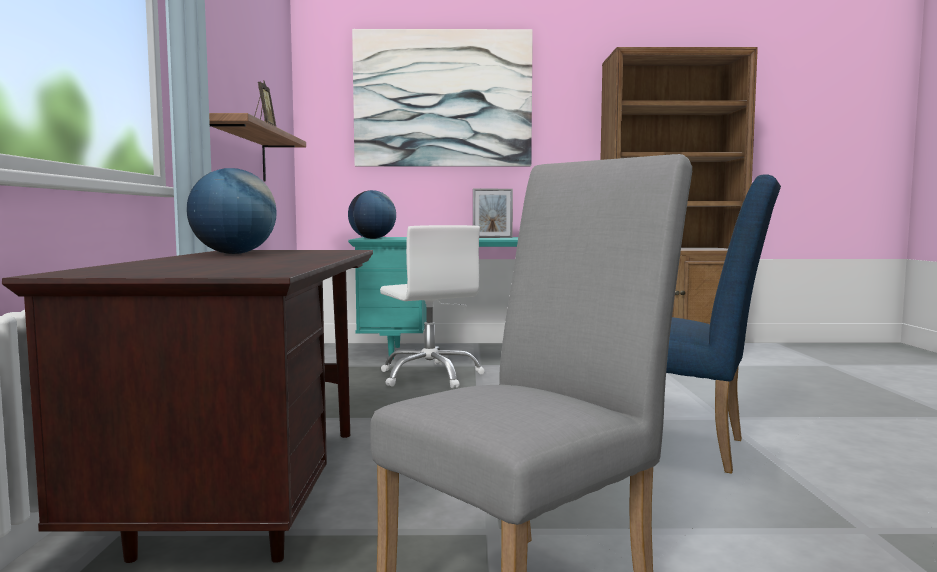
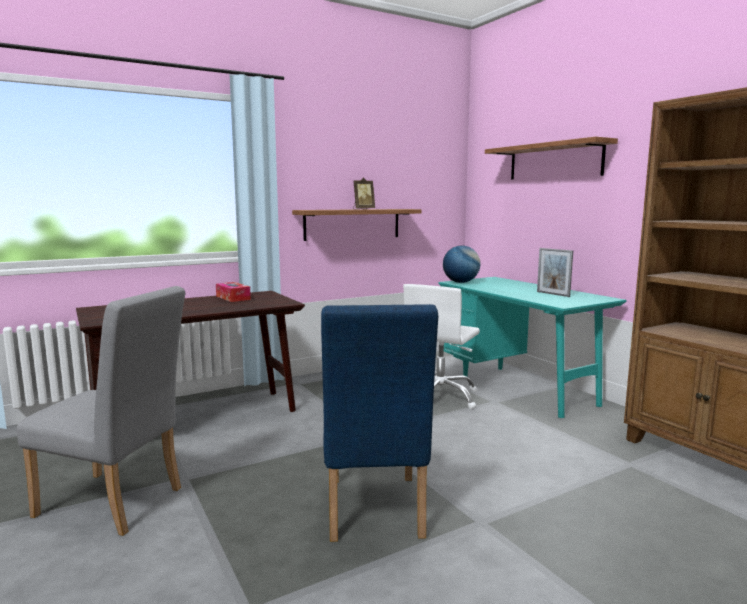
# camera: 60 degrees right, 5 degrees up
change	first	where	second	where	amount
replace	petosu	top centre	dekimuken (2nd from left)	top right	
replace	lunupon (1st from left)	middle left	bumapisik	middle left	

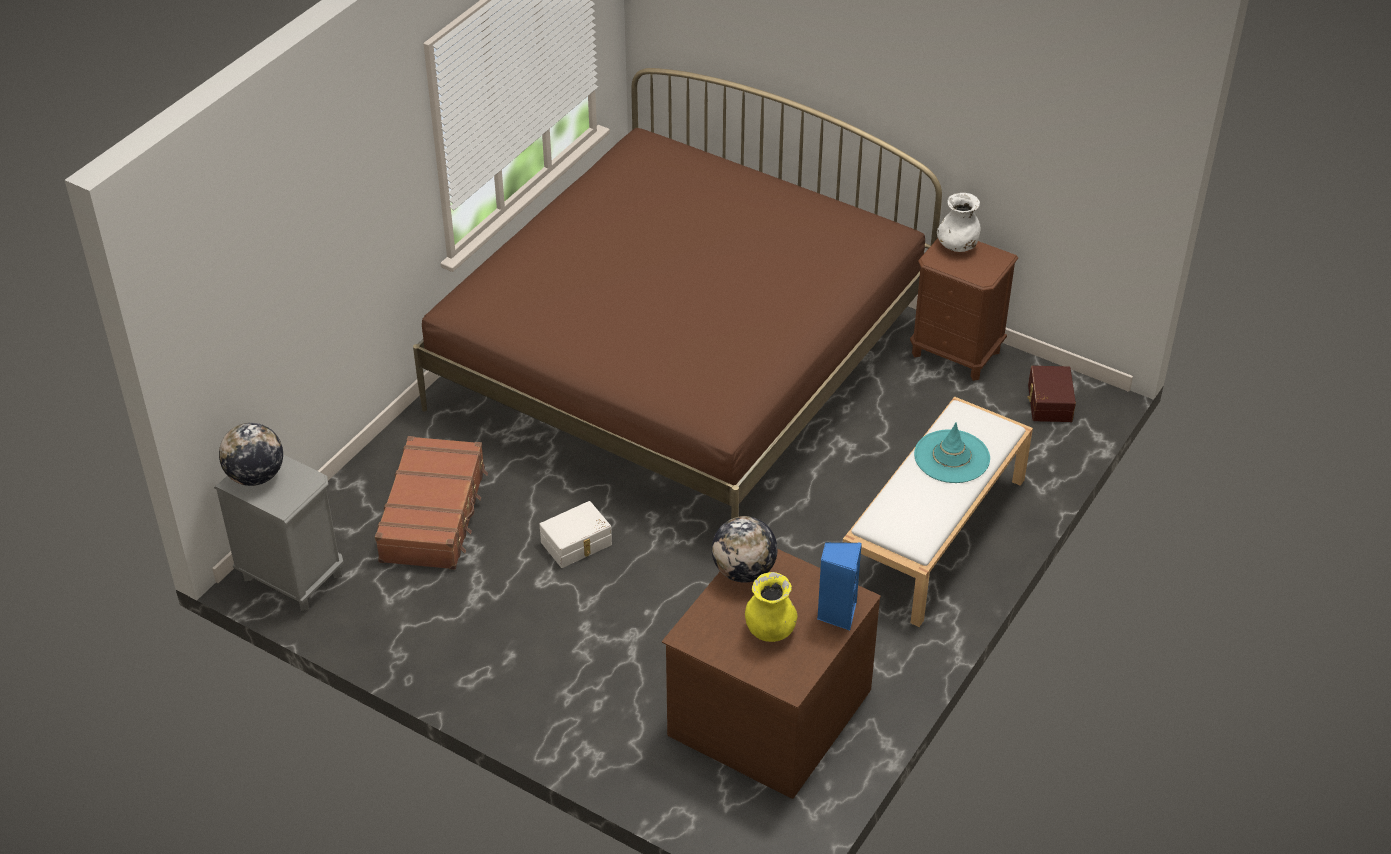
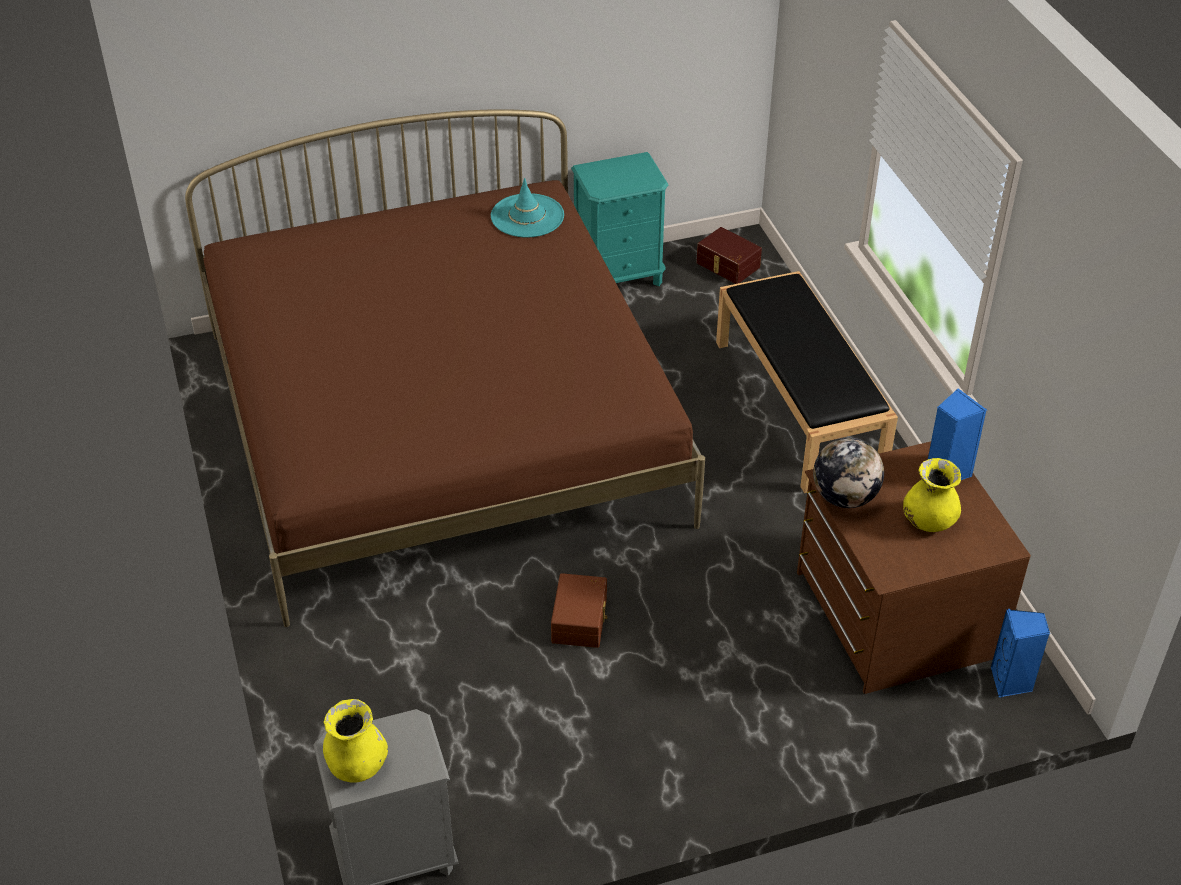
# camera: 50 degrees left, 0 degrees up
change	first	where	second	where	amount
delete	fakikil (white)	top right			
recolor	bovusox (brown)	middle right	bovusox (turquoise)	top centre	
recolor	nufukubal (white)	middle right	nufukubal (black)	middle right	
move	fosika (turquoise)	middle right		top centre	
replace	lunupon (1st from left)	middle left	fakikil (yellow) (1st from left)	bottom left	
delete	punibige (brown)	middle left			
recolor	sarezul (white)	centre	sarezul (brown) (1st from left)	bottom centre	
insert			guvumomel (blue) (2nd from left)	bottom right	

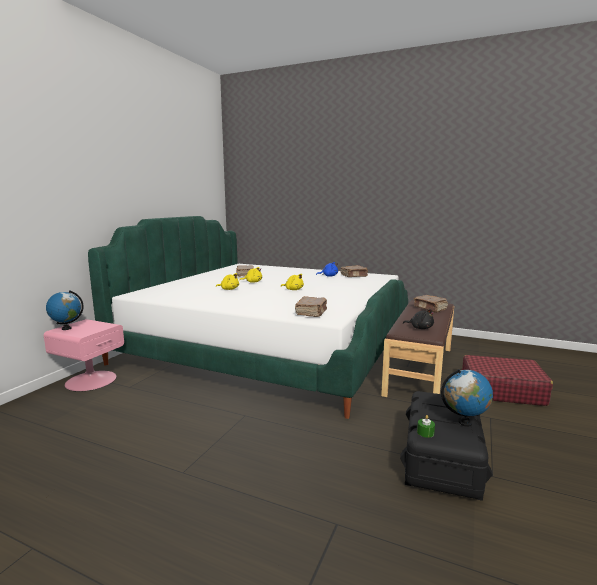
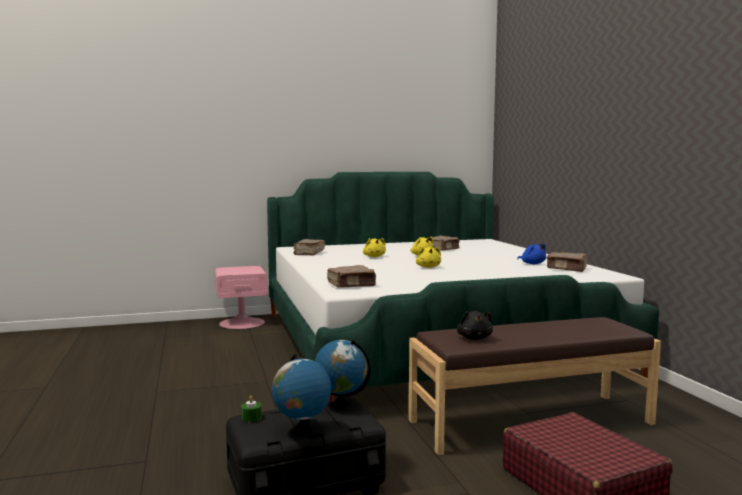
# camera: 50 degrees right, 5 degrees down
change	first	where	second	where	amount
move	lunupon (1st from left in the first image)	middle left	lunupon (2nd from left)	bottom centre	
move	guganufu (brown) (4th from left in the first image)	middle right	guganufu (brown) (1st from left)	centre	

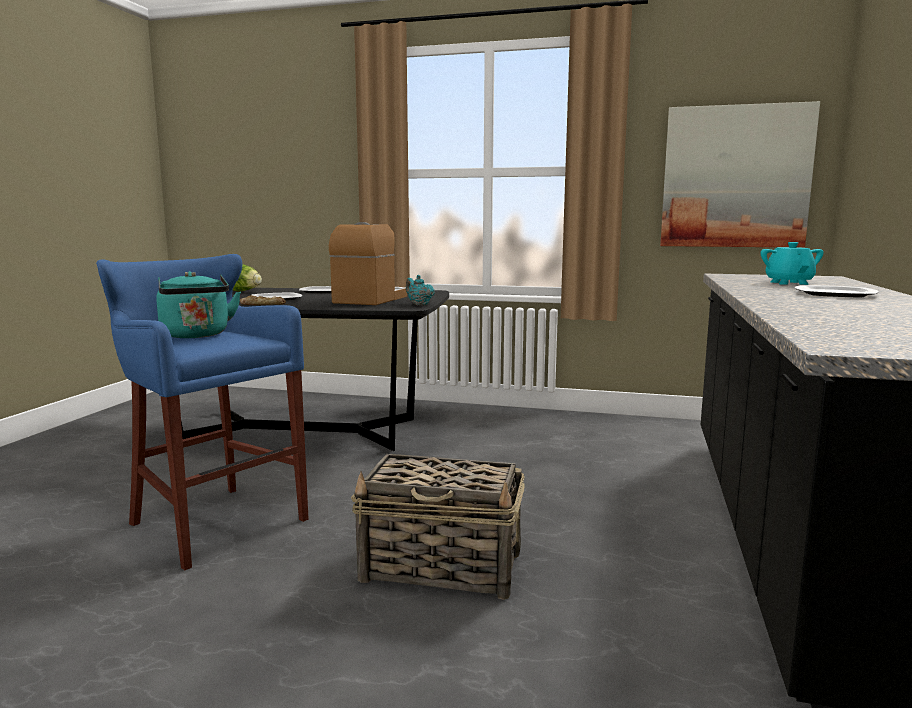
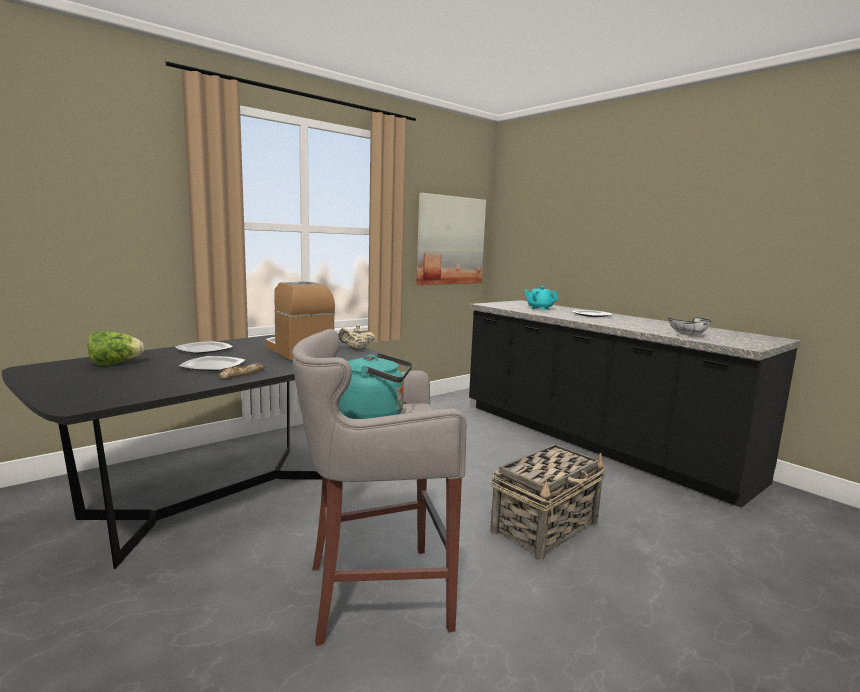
# camera: 55 degrees left, 0 degrees up
change	first	where	second	where	amount
recolor	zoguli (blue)	middle left	zoguli (grey)	bottom centre	
recolor	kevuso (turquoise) (1st from left)	centre	kevuso (beige)	centre	
insert			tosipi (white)	middle right	

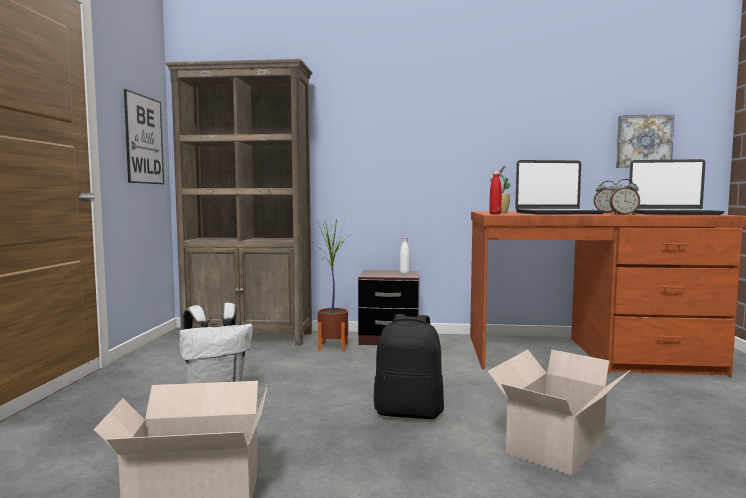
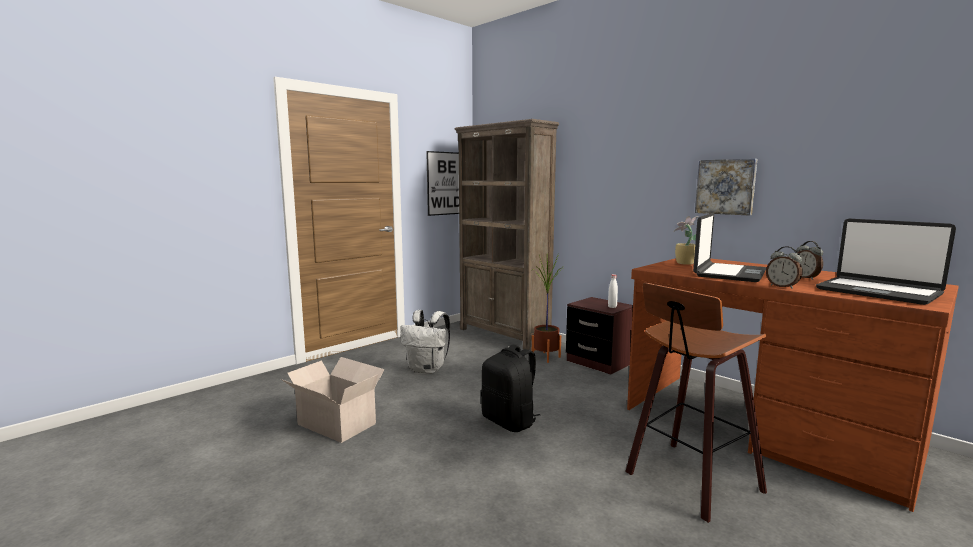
# camera: 40 degrees right, 5 degrees up
change	first	where	second	where	amount
move	petosu (2nd from left)	top right		middle right	
rotate	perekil (1st from left)	middle right		middle right	90 degrees counterclockwise
delete	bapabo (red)	centre			
delete	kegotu (2nd from left)	bottom right			
insert			zoguli	bottom right	

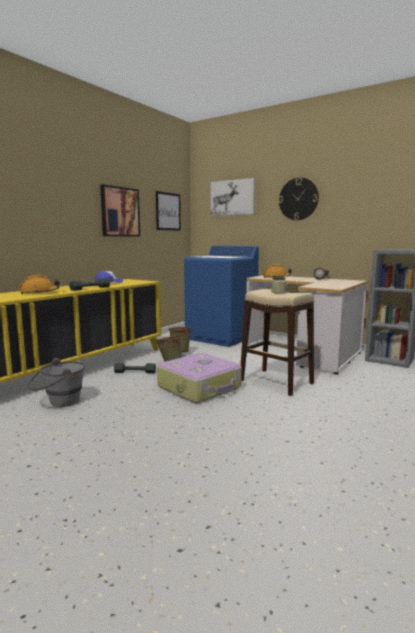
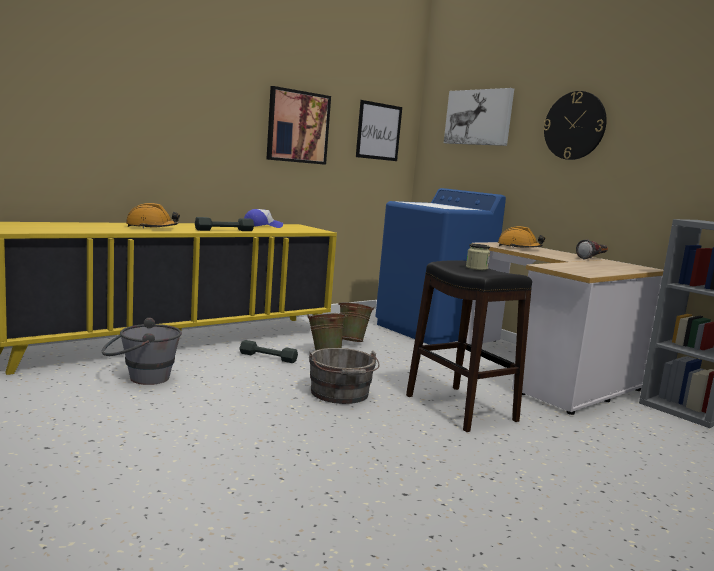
# camera: 15 degrees right, 0 degrees up
change	first	where	second	where	amount
recolor	zoguli (beige)	middle right	zoguli (black)	centre	
replace	punibige	centre	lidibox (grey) (2nd from left)	centre	

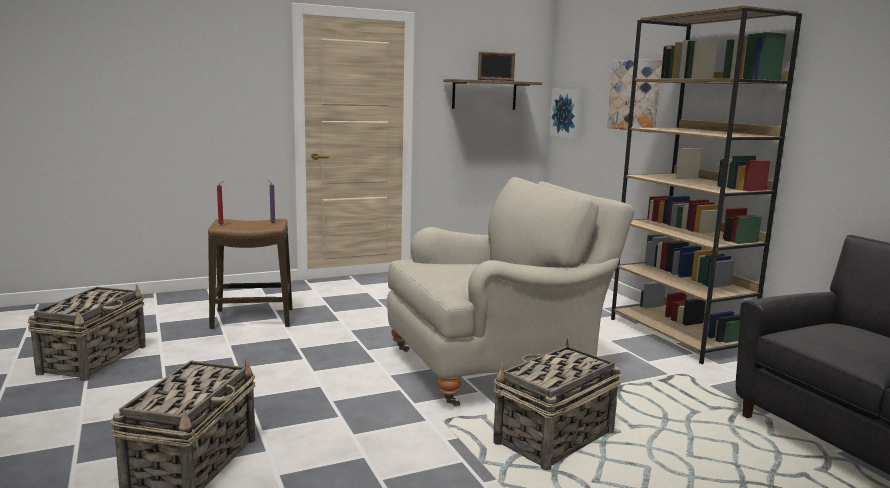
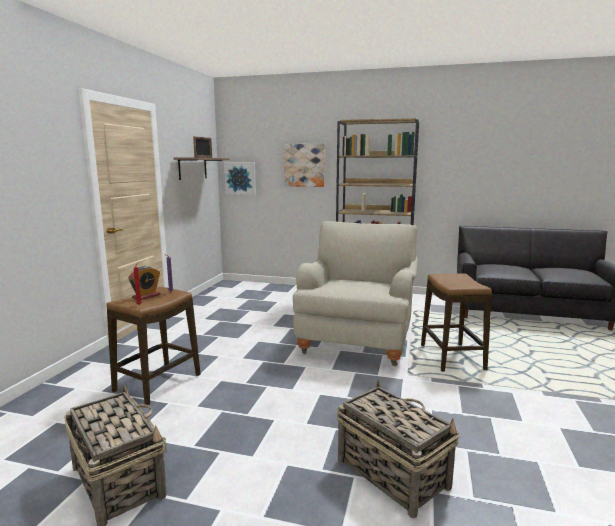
# camera: 50 degrees left, 0 degrees up
change	first	where	second	where	amount
replace	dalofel (3rd from left)	bottom centre	zoguli (2nd from left)	middle right	
insert			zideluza	middle left	

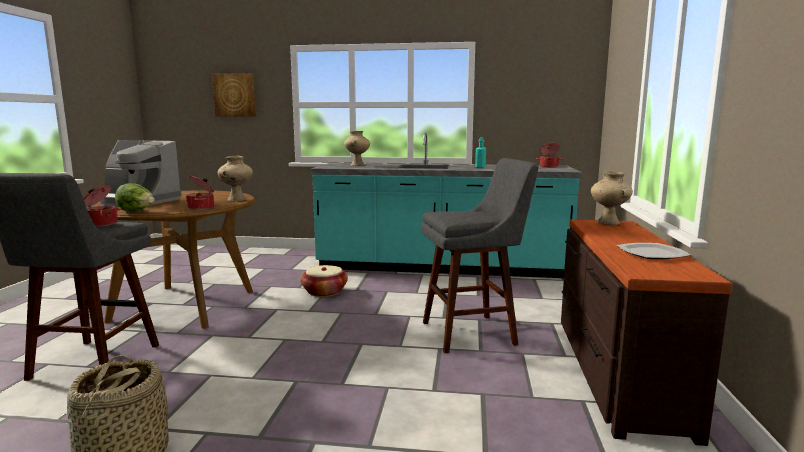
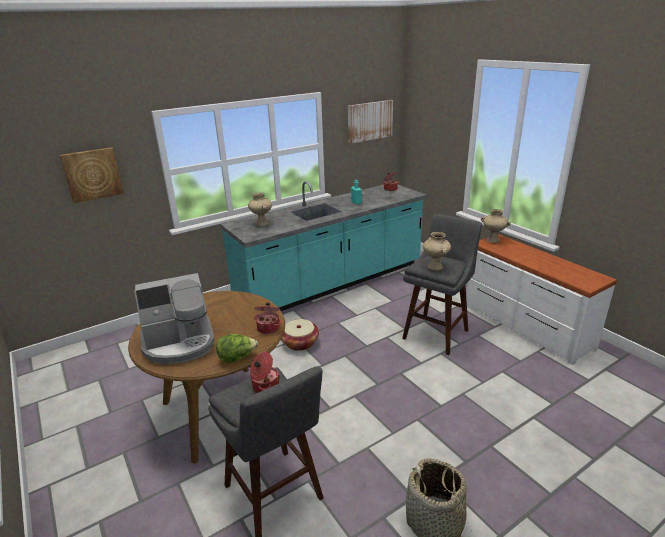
# camera: 40 degrees left, 15 degrees up
change	first	where	second	where	amount
move	fakikil (beige) (1st from left in the first image)	middle left	fakikil (beige) (2nd from left)	centre	
recolor	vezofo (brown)	bottom right	vezofo (white)	middle right	
delete	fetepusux	middle right			
insert			petosu (2nd from left)	top centre	

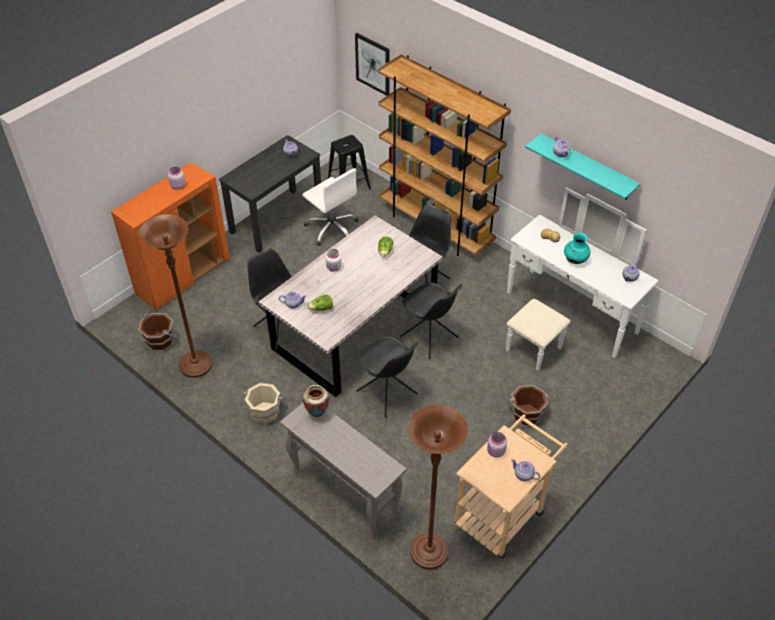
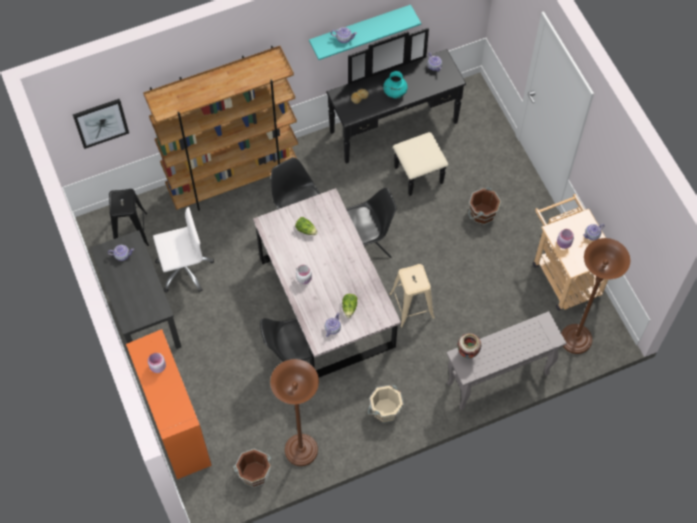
# camera: 65 degrees left, 15 degrees up
change	first	where	second	where	amount
recolor	vezofo (white)	middle right	vezofo (black)	top centre	
replace	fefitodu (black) (2nd from left)	centre	zoguli (beige)	centre	

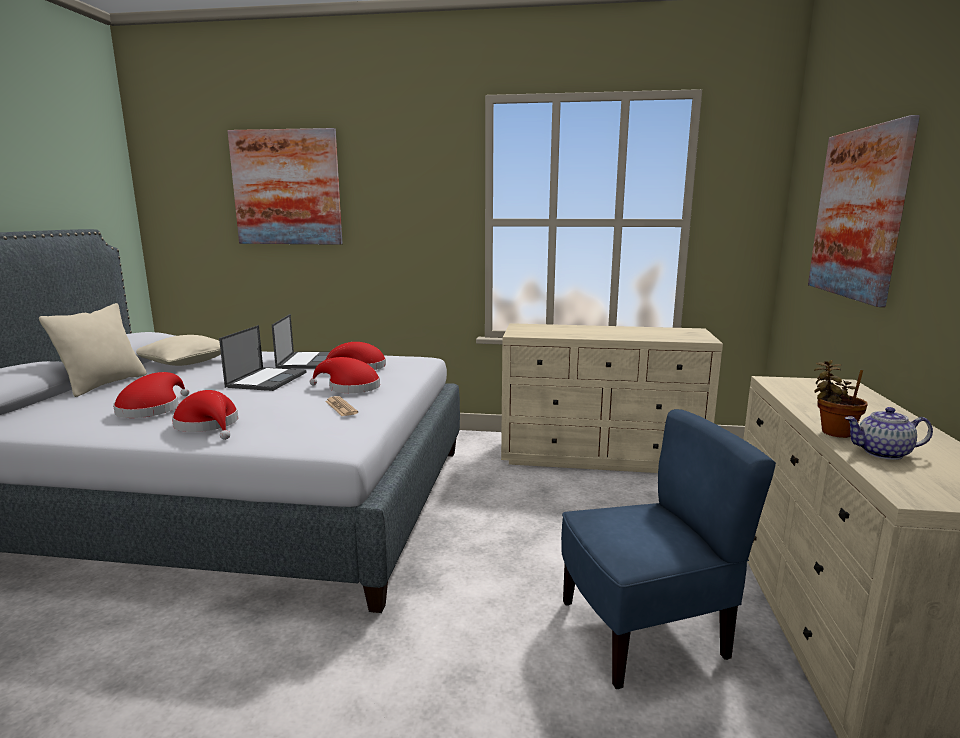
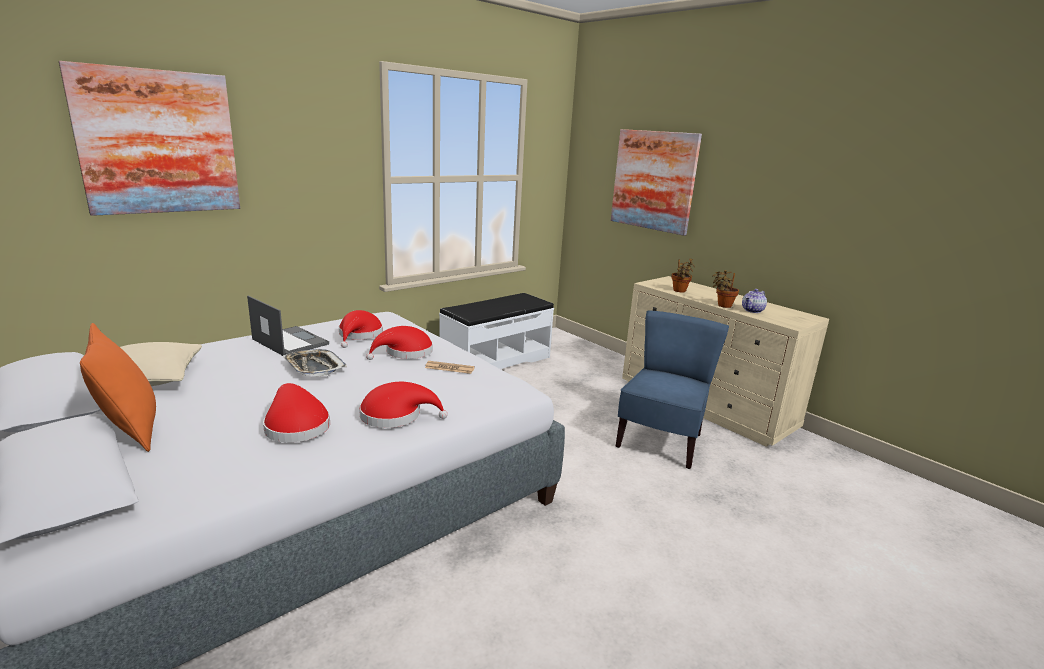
# camera: 50 degrees left, 5 degrees up
change	first	where	second	where	amount
recolor	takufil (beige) (1st from left)	middle left	takufil (orange)	middle left	
replace	vezofo (beige) (1st from left)	centre	nufukubal (white)	centre	
replace	perekil (1st from left)	middle left	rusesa	middle left	
insert			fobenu (1st from left)	centre	

